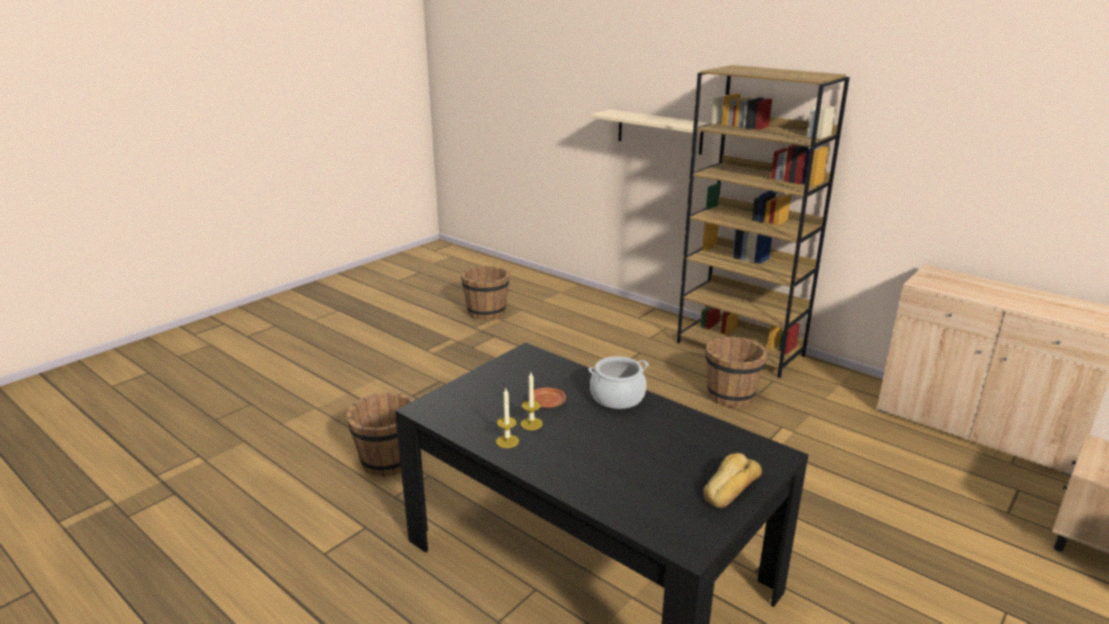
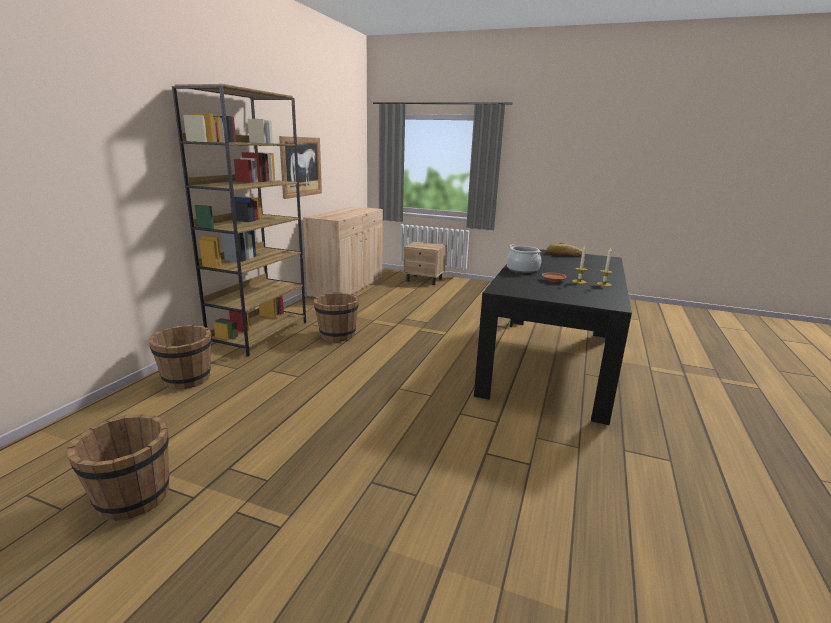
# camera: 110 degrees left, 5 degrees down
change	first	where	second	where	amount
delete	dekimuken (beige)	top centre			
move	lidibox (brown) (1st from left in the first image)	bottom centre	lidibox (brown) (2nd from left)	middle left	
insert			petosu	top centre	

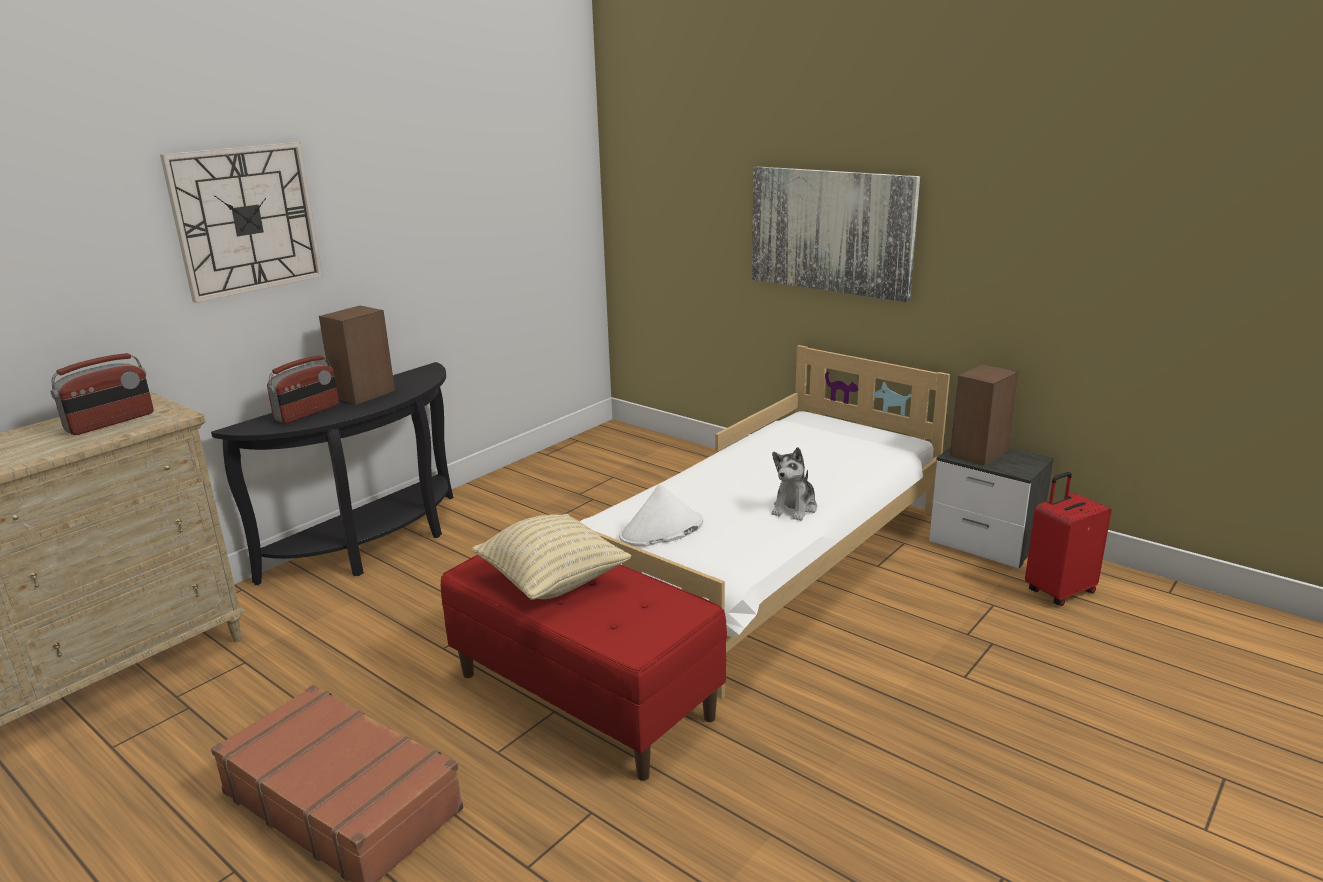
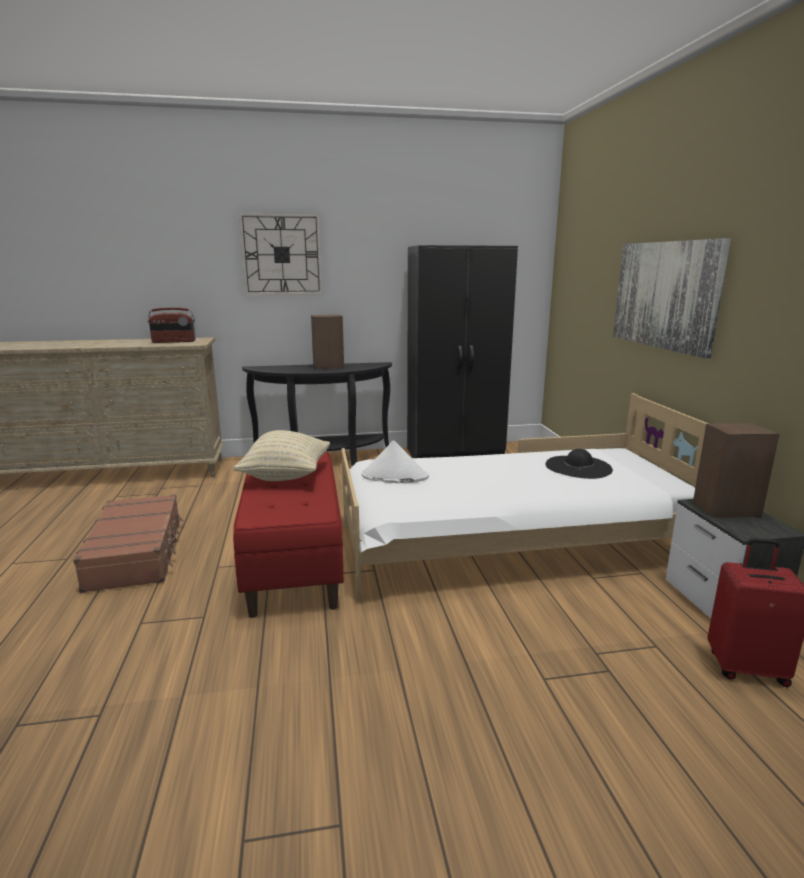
# camera: 40 degrees right, 5 degrees down
change	first	where	second	where	amount
delete	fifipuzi (2nd from left)	middle left			
delete	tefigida	centre			
insert			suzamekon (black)	centre	
insert			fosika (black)	middle right	

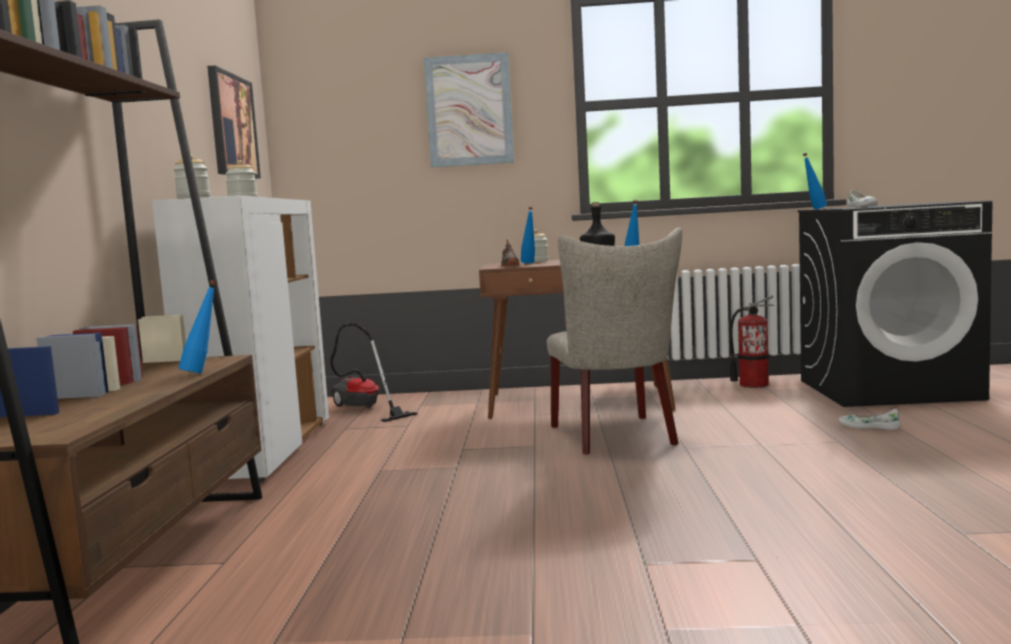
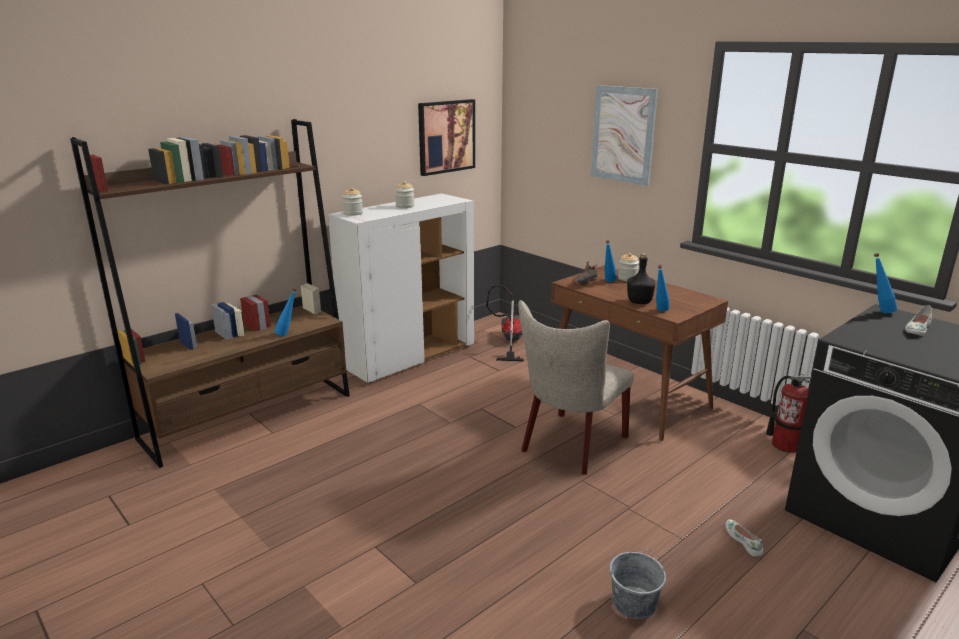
# camera: 45 degrees right, 15 degrees up
change	first	where	second	where	amount
insert			lidibox (grey)	bottom centre	

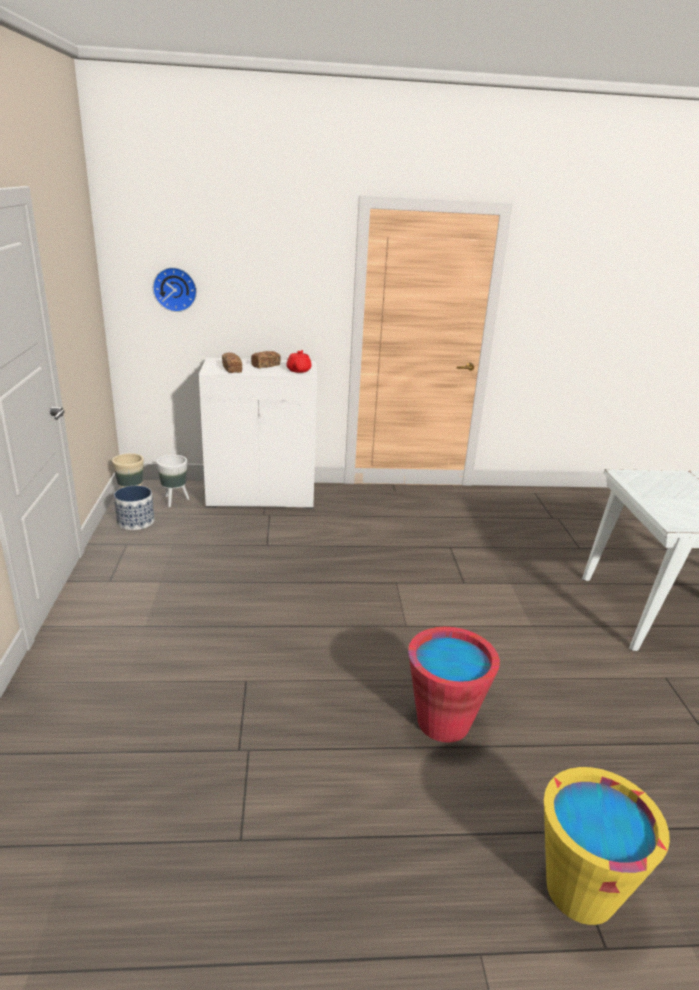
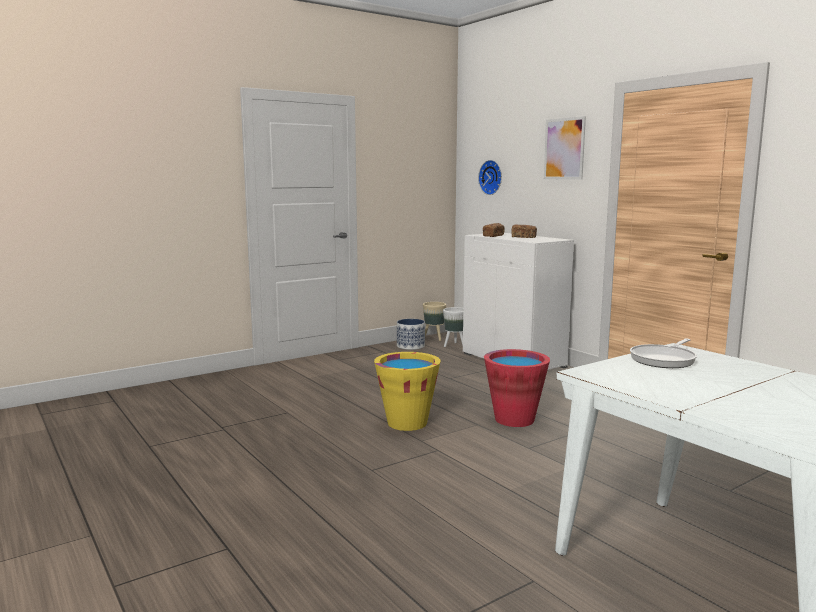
# camera: 60 degrees right, 15 degrees down
change	first	where	second	where	amount
delete	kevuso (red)	centre			
move	lidibox (red)	bottom centre		centre	
move	lidibox (yellow)	bottom right		centre	
insert			petosu	top right	
insert			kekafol	middle right	

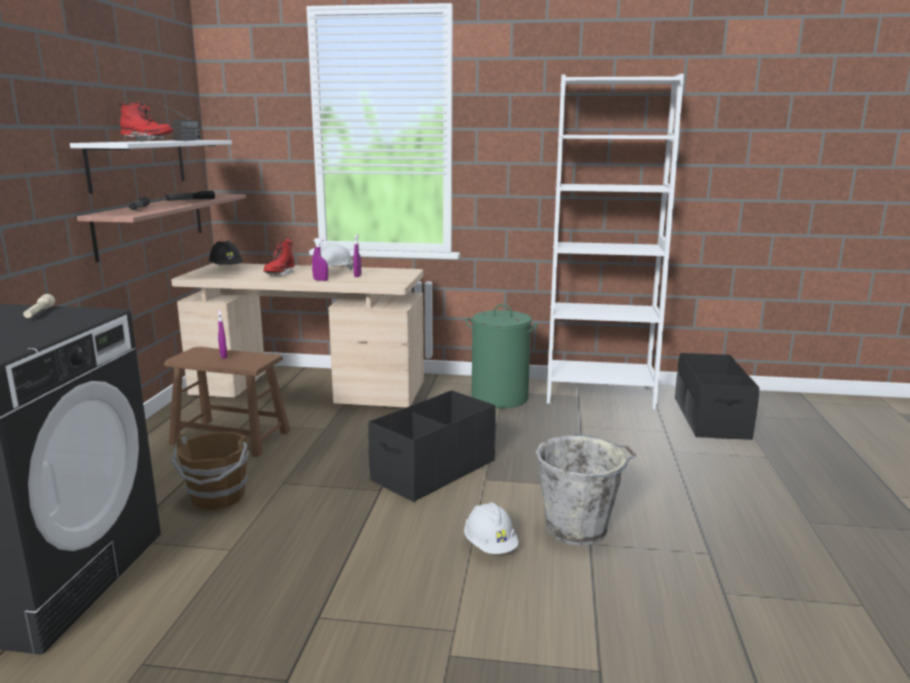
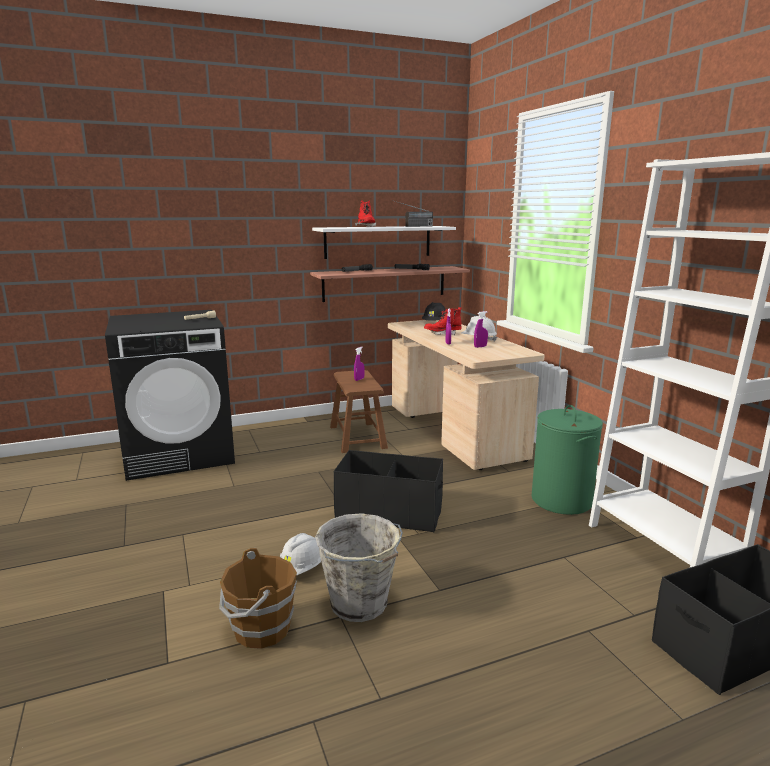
# camera: 60 degrees right, 0 degrees up
change	first	where	second	where	amount
move	lidibox (brown)	bottom left		bottom centre	

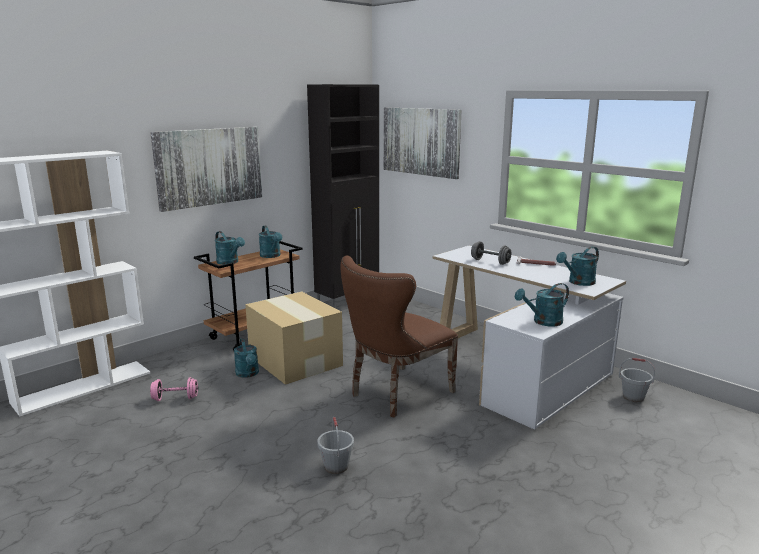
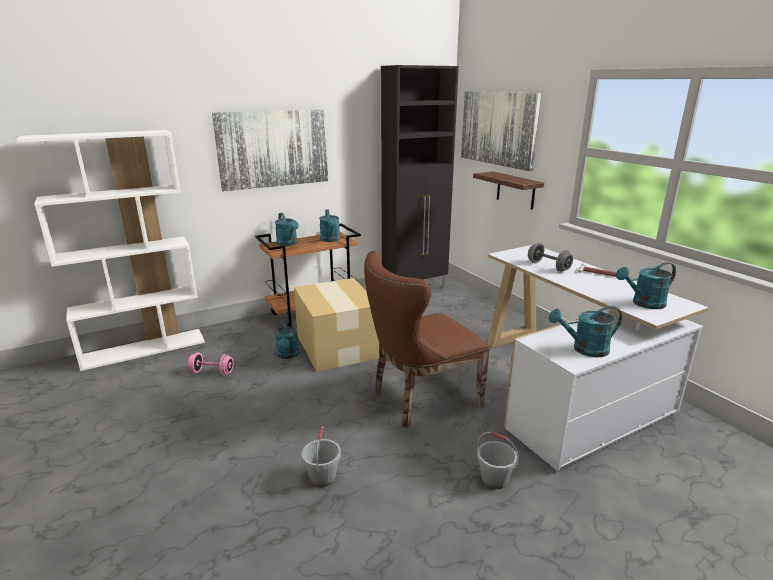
# camera: 15 degrees right, 5 degrees up
change	first	where	second	where	amount
move	lidibox (grey) (2nd from left)	bottom right		bottom centre	
insert			dekimuken	top centre	

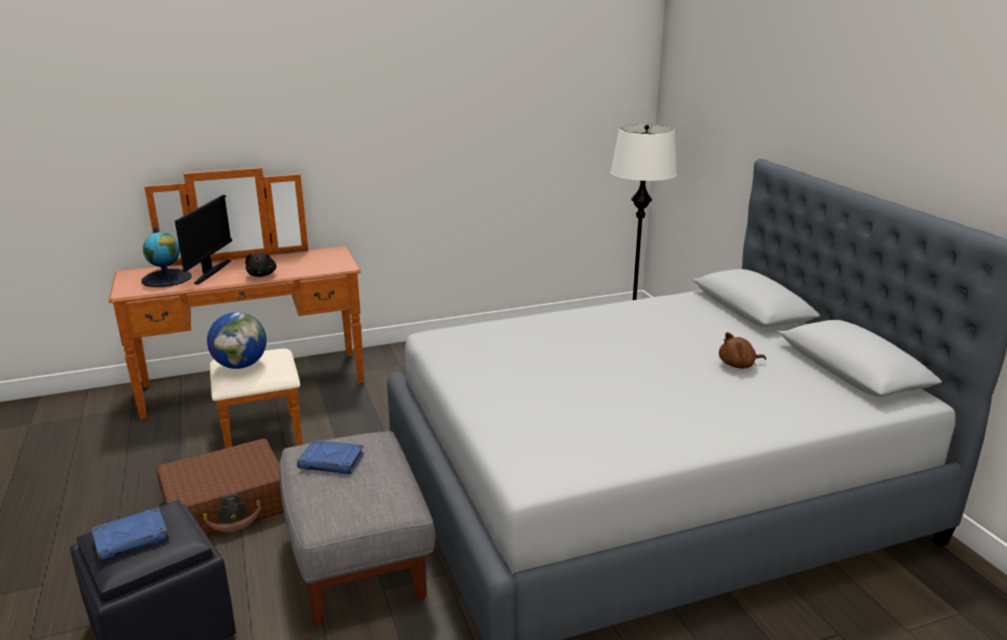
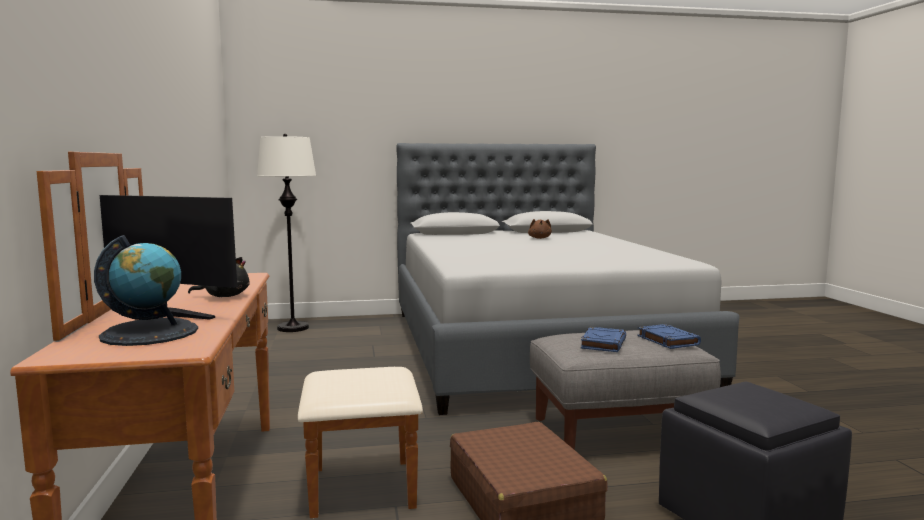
# camera: 80 degrees left, 15 degrees down
change	first	where	second	where	amount
delete	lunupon (2nd from left)	middle left			
move	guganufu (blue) (1st from left in the first image)	bottom left	guganufu (blue) (2nd from left)	middle right	

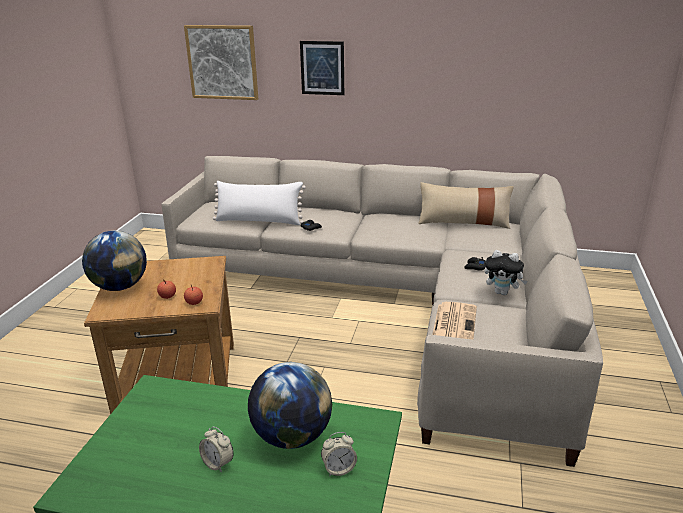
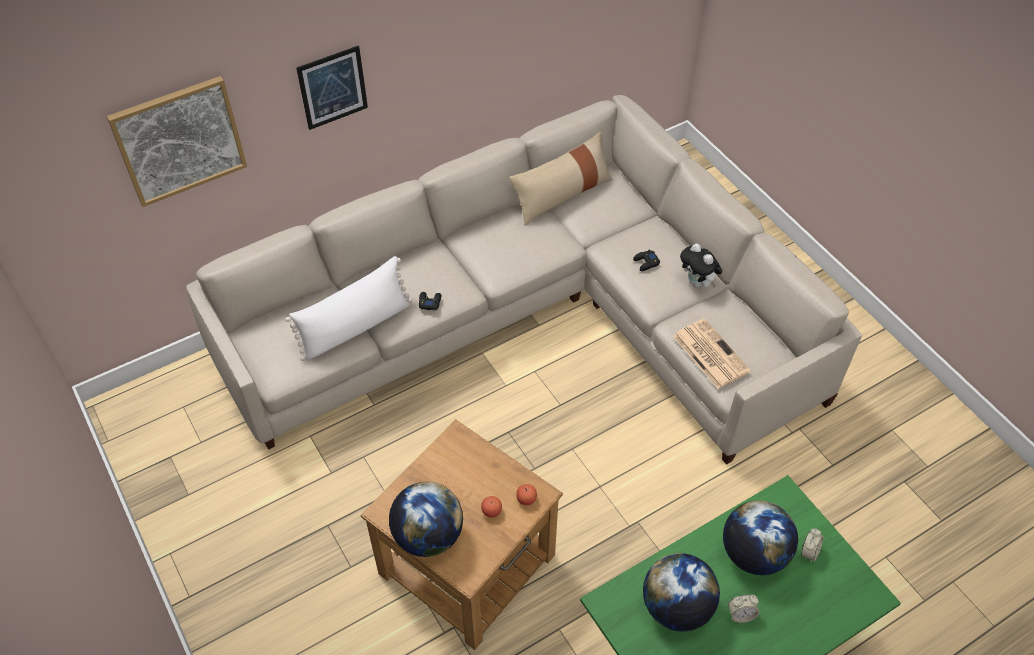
# camera: 45 degrees left, 25 degrees up
change	first	where	second	where	amount
rotate	tefigida	middle right		middle right	75 degrees clockwise
insert			lunupon (2nd from left)	bottom centre	

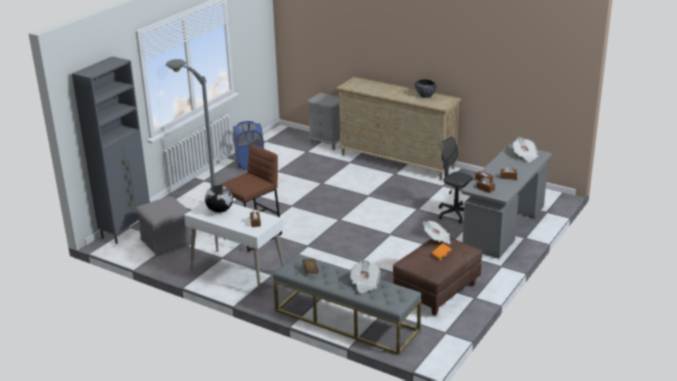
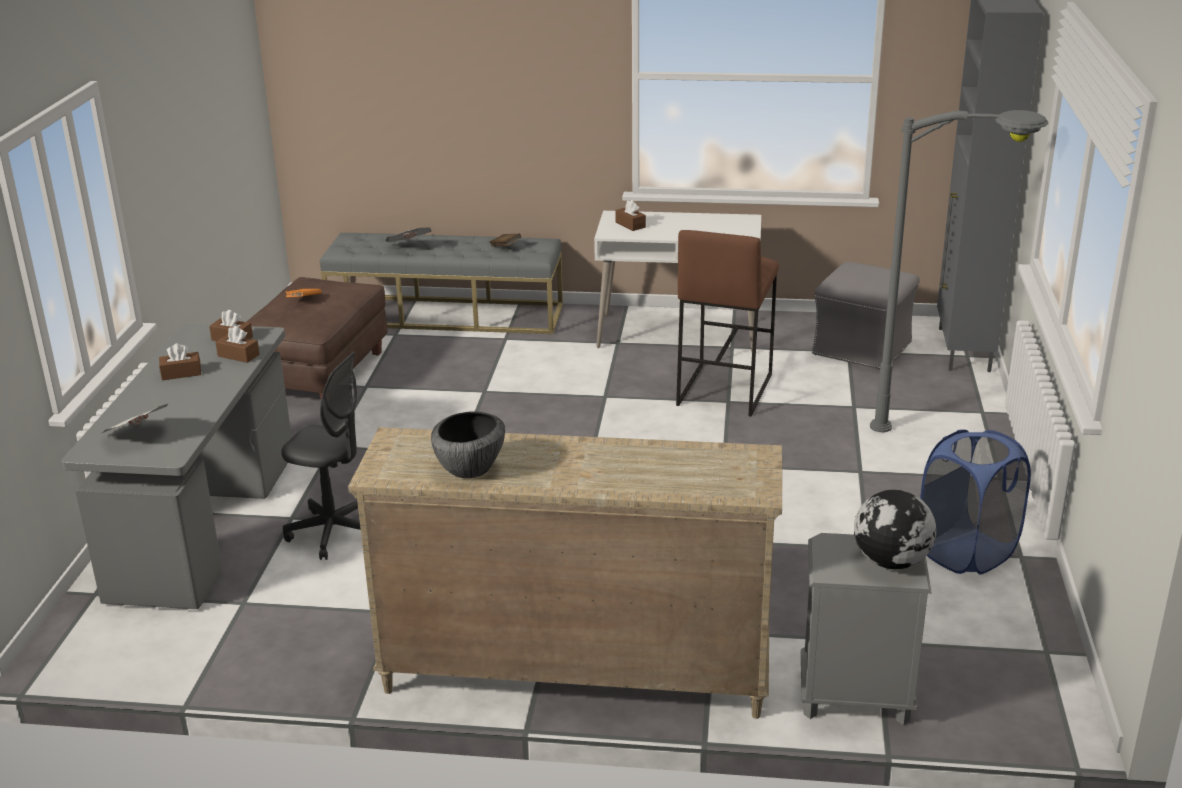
# camera: 155 degrees right, 0 degrees up
change	first	where	second	where	amount
move	lunupon	middle left		bottom right	
delete	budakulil (2nd from left)	centre			

